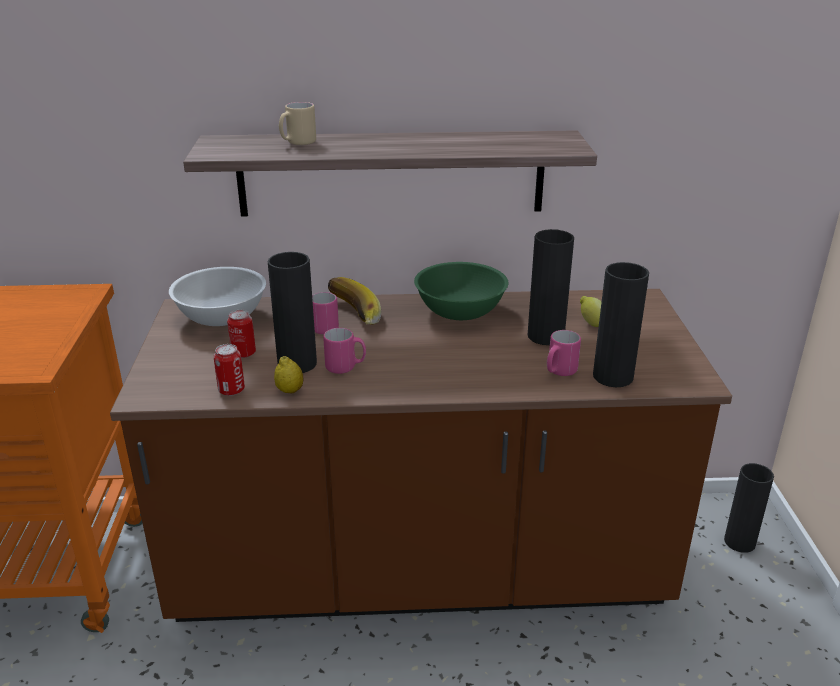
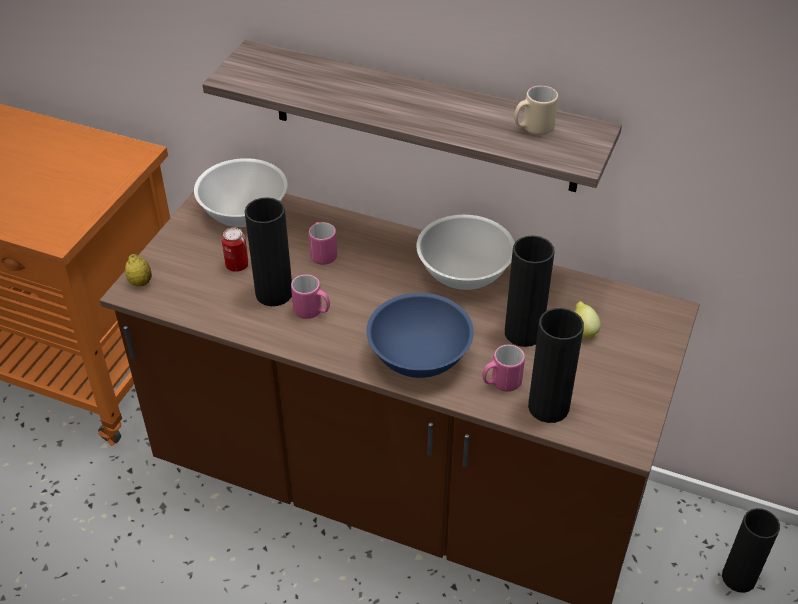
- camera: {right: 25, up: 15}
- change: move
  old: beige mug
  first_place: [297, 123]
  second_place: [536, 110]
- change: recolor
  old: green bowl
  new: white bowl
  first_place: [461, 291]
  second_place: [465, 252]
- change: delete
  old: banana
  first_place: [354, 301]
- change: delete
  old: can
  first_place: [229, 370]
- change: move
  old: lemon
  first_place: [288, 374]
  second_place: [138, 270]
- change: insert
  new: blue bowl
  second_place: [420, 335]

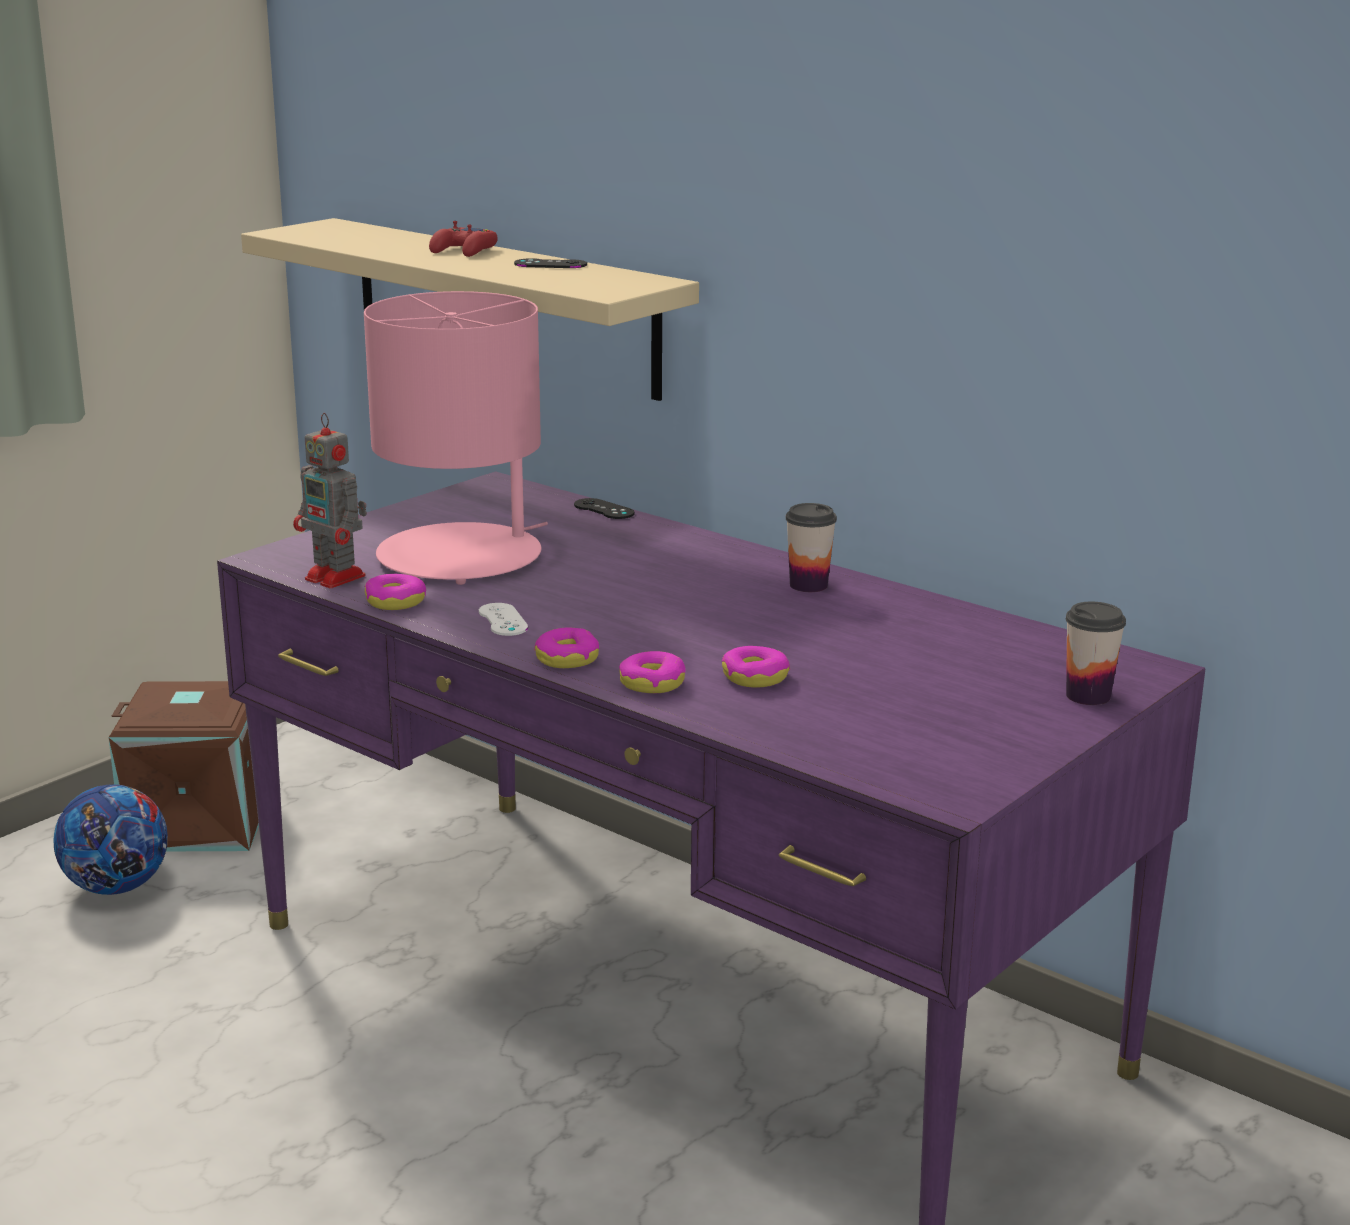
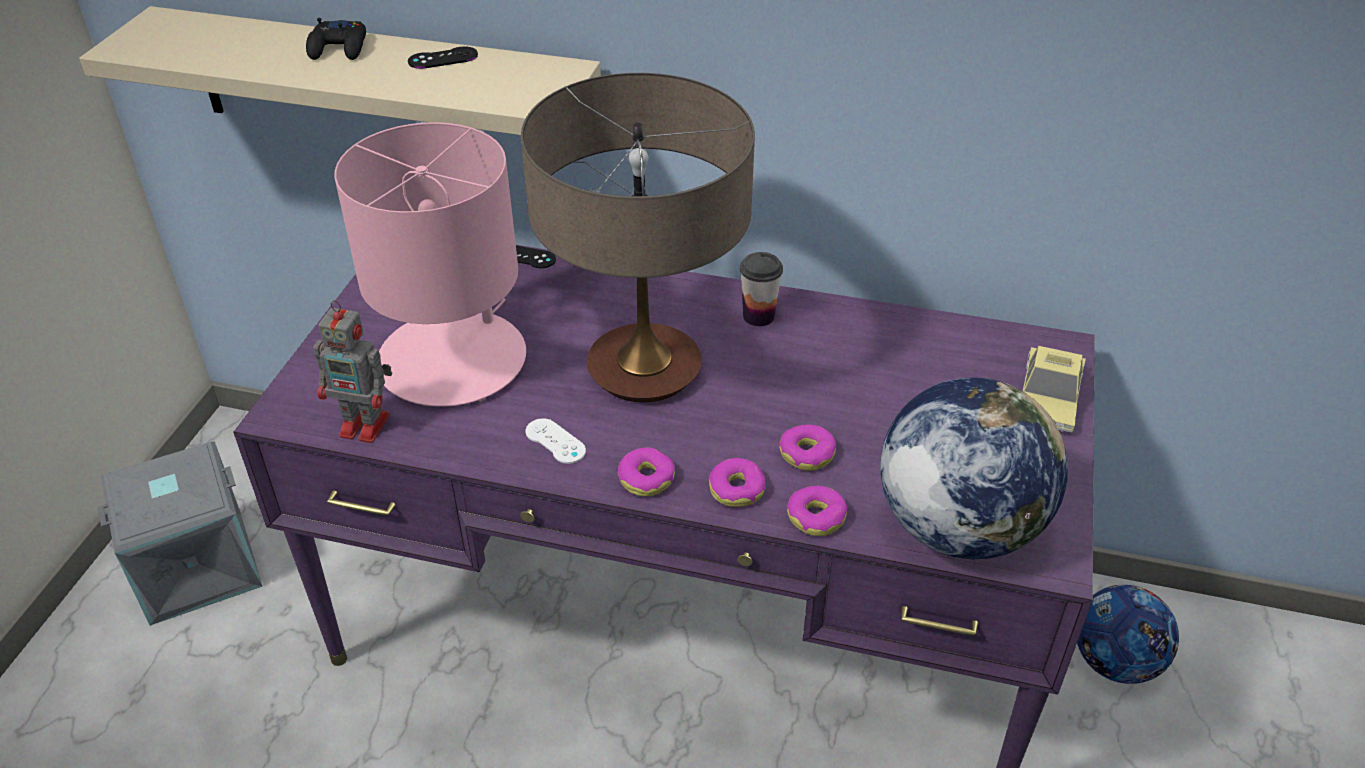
- camera: {right: -25, up: 20}
- change: recolor
  old: red game controller
  new: black game controller
  first_place: [463, 239]
  second_place: [336, 39]
- change: move
  old: donut
  first_place: [395, 592]
  second_place: [817, 511]
- change: replace
  old: cup
  new: toy car
  first_place: [1096, 653]
  second_place: [1054, 389]
- change: recolor
  old: brown storage box
  new: grey storage box
  first_place: [184, 766]
  second_place: [180, 533]
- change: move
  old: football
  first_place: [111, 840]
  second_place: [1128, 634]
- change: insert
  new: table lamp
  second_place: [638, 237]
- change: insert
  new: globe
  second_place: [974, 468]

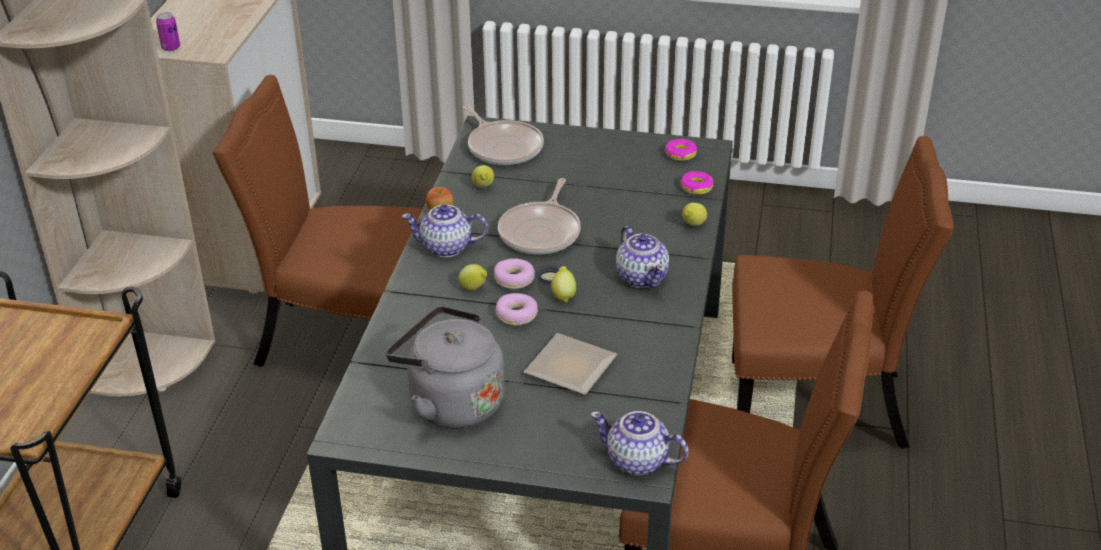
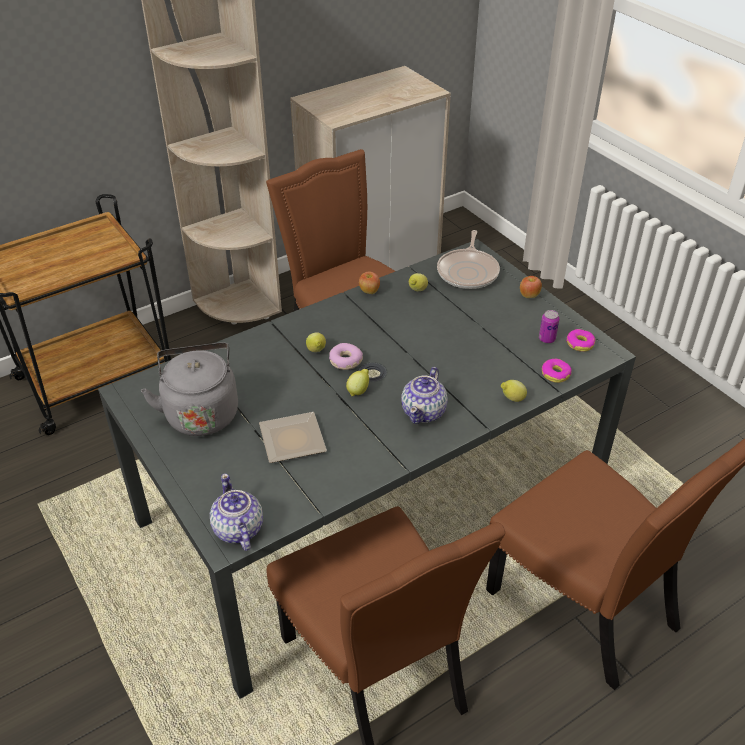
- camera: {right: 45, up: 5}
- change: move
  old: can
  first_place: [168, 31]
  second_place: [549, 326]
- change: delete
  old: frying pan
  first_place: [539, 216]
- change: delete
  old: teapot
  first_place: [445, 231]
- change: delete
  old: donut
  first_place: [516, 309]
- change: insert
  new: apple
  second_place: [531, 287]

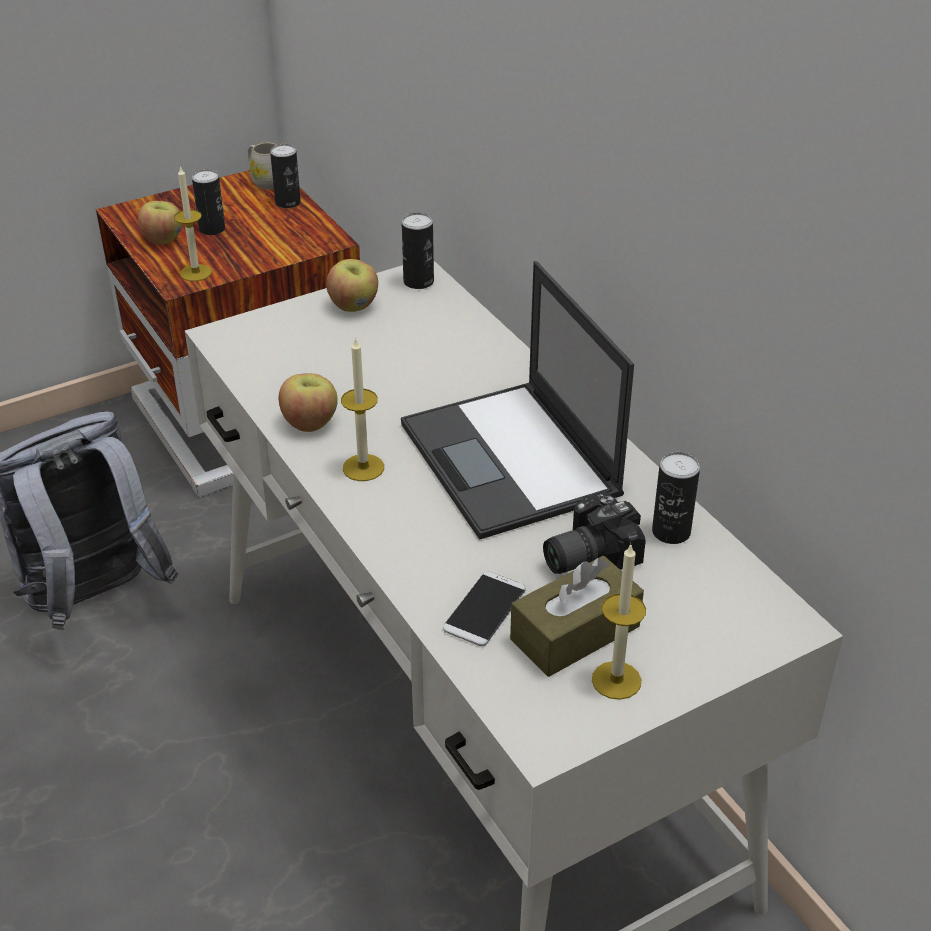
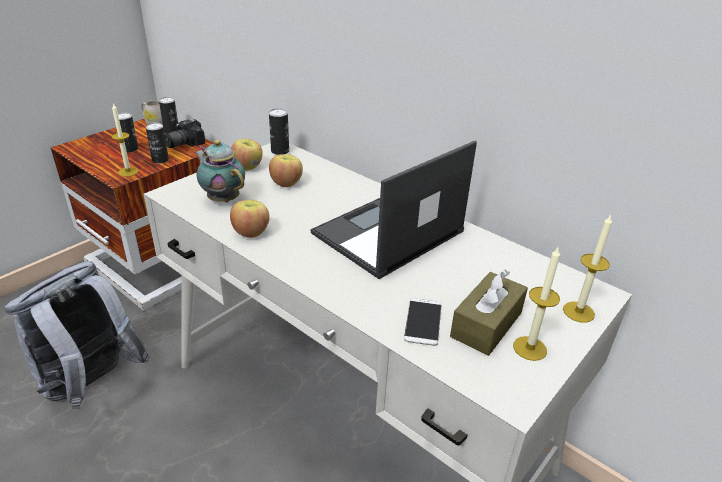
- camera: {right: -20, up: -5}
- change: move
  old: apple
  first_place: [160, 223]
  second_place: [286, 170]
- change: rotate
  old: laptop
  first_place: [517, 400]
  second_place: [393, 209]
  degrees: 90
- change: move
  old: candle
  first_place: [362, 409]
  second_place: [587, 268]
- change: move
  old: can
  first_place: [676, 498]
  second_place: [157, 143]
- change: move
  old: photo camera
  first_place: [594, 532]
  second_place: [185, 133]
- change: insert
  new: teapot
  second_place: [220, 171]

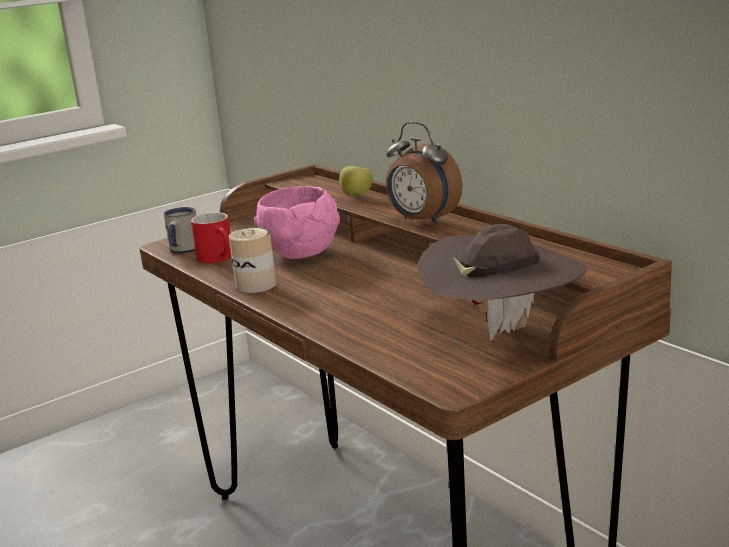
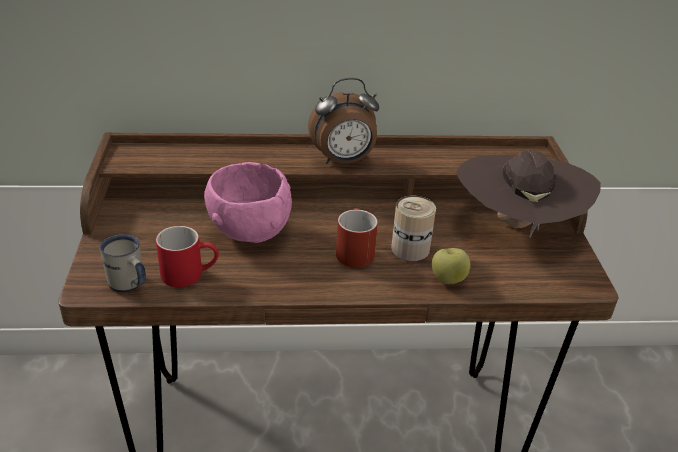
- camera: {right: -60, up: 15}
- change: move
  old: apple
  first_place: [356, 181]
  second_place: [451, 266]
- change: move
  old: can
  first_place: [252, 260]
  second_place: [413, 228]
- change: insert
  new: red mug
  second_place: [357, 238]

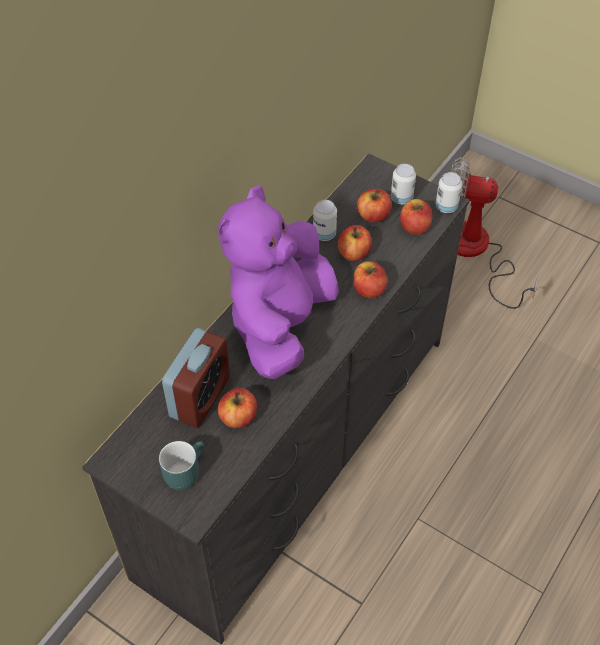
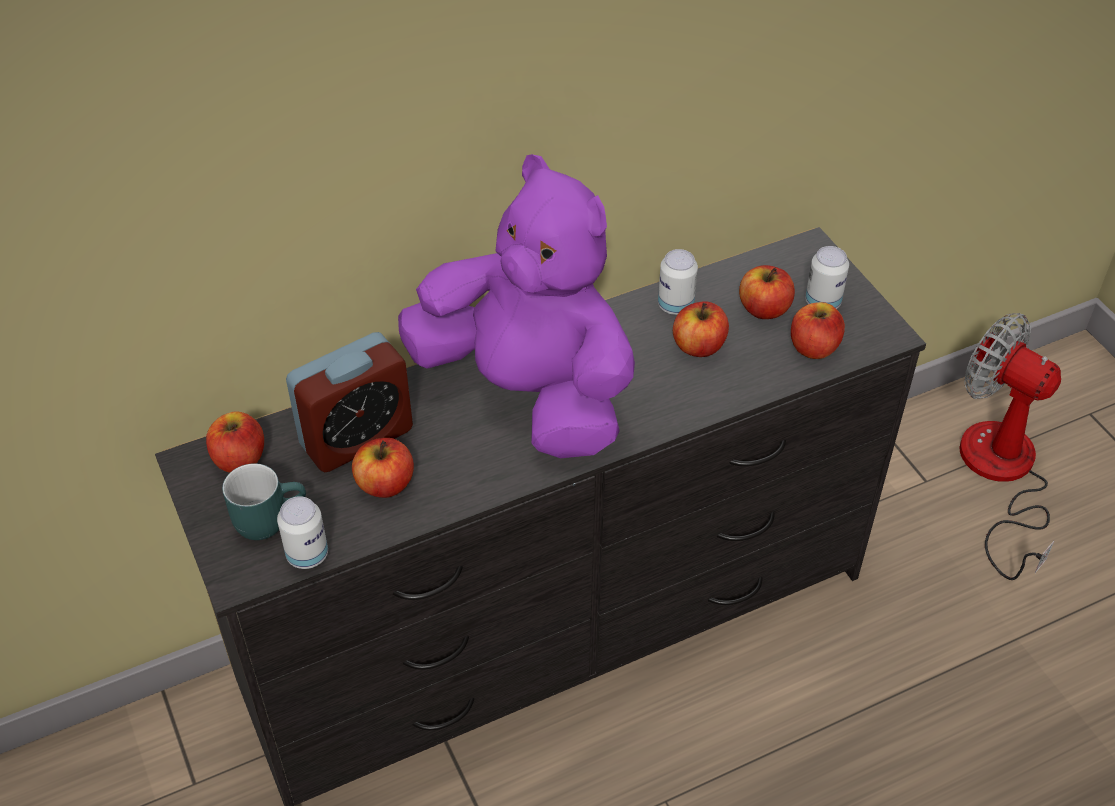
- camera: {right: 30, up: -5}
- change: move
  old: can
  first_place: [448, 192]
  second_place: [302, 532]
- change: rotate
  old: purple plush toy
  first_place: [278, 282]
  second_place: [516, 306]
  degrees: 75
- change: move
  old: apple
  first_place: [370, 279]
  second_place: [235, 442]

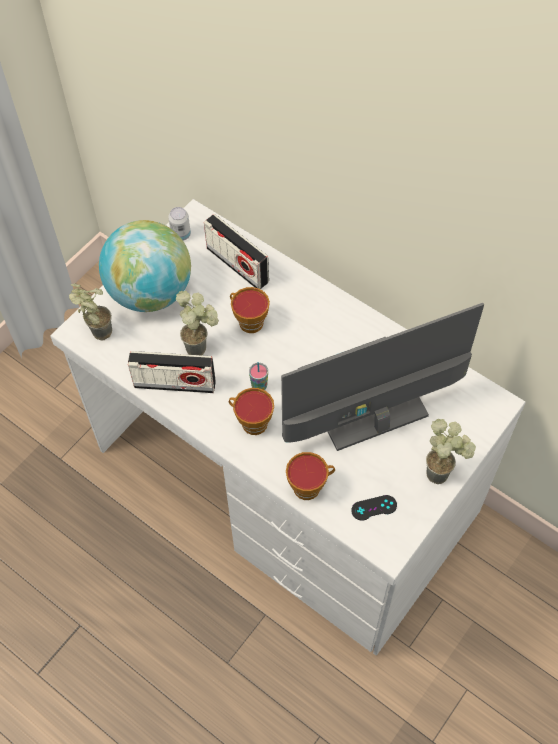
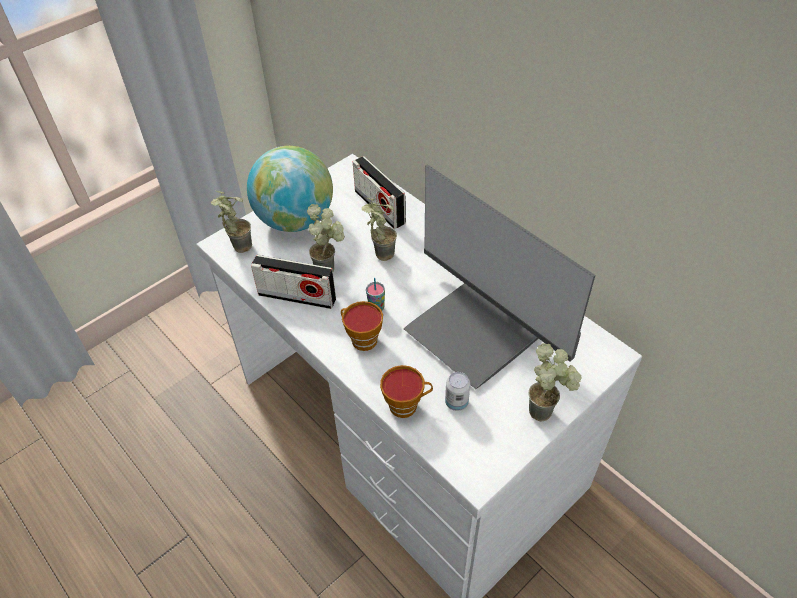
- camera: {right: 10, up: -10}
- change: move
  old: can
  first_place: [179, 224]
  second_place: [457, 391]
- change: replace
  old: cup
  new: potted plant
  first_place: [250, 310]
  second_place: [379, 229]
- change: rotate
  old: monitor
  first_place: [382, 377]
  second_place: [499, 276]
  degrees: -120
- change: delete
  old: black game controller
  first_place: [374, 508]

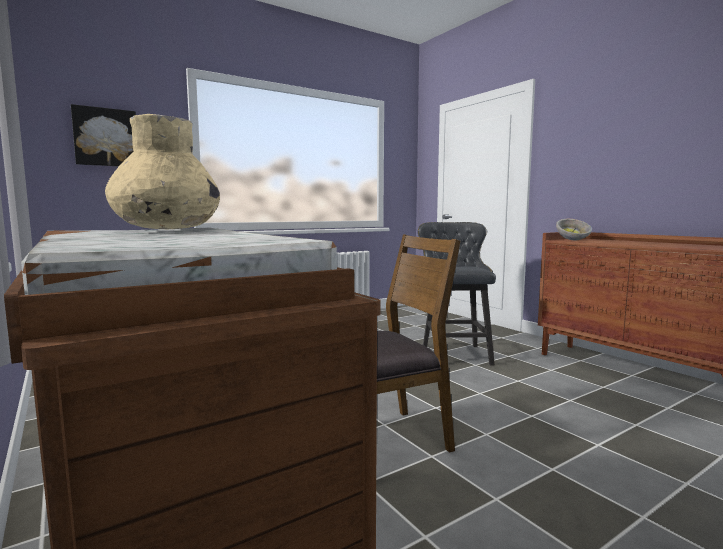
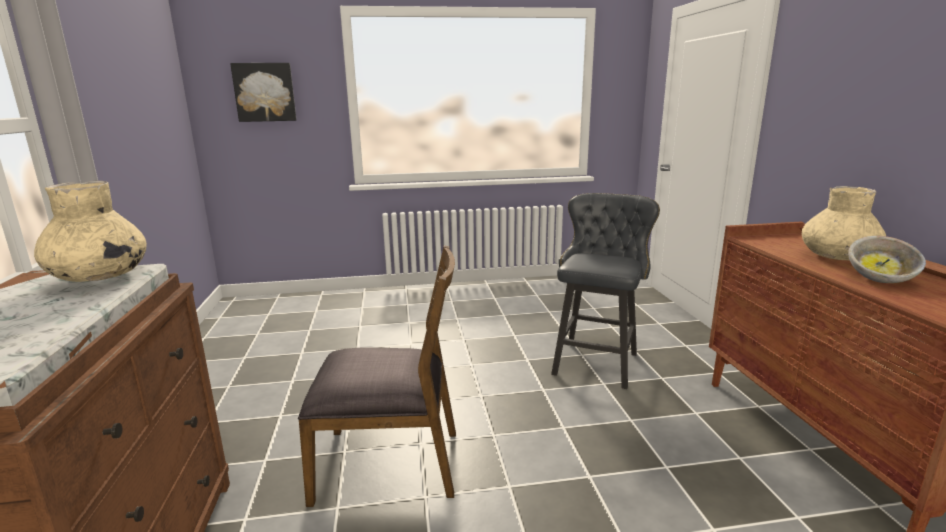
- camera: {right: 25, up: 10}
- change: move
  old: bowl
  first_place: [574, 229]
  second_place: [887, 259]
- change: insert
  new: beige vase
  second_place: [844, 223]

